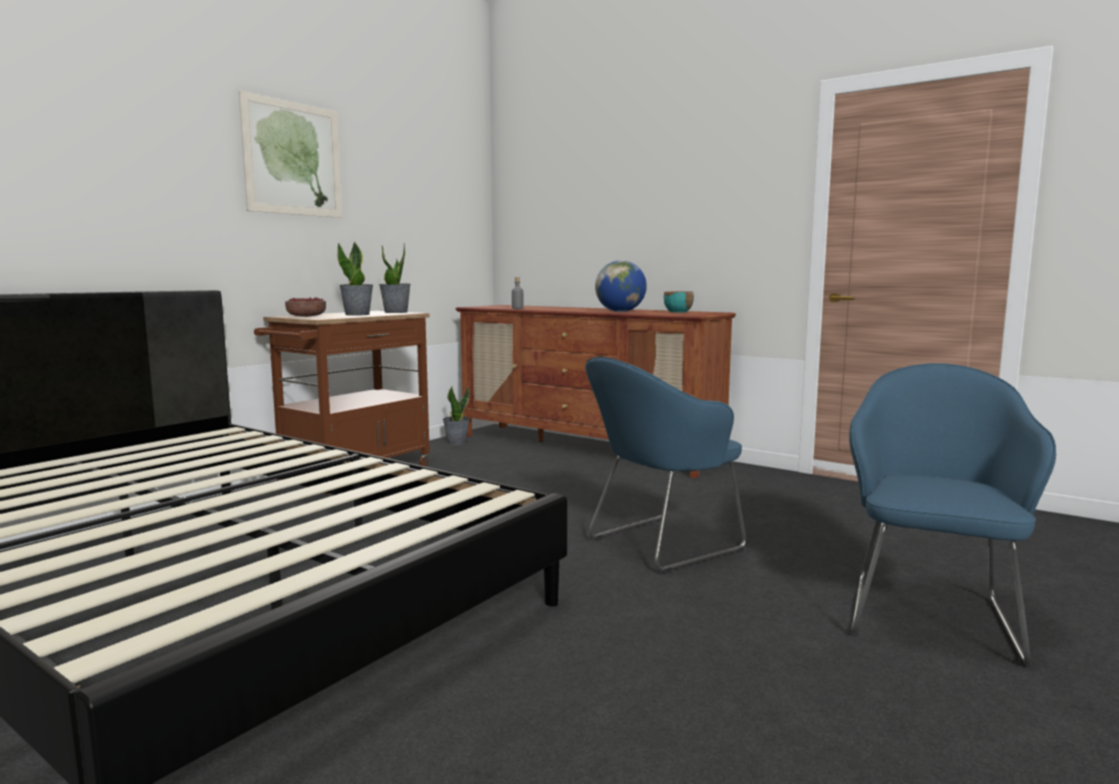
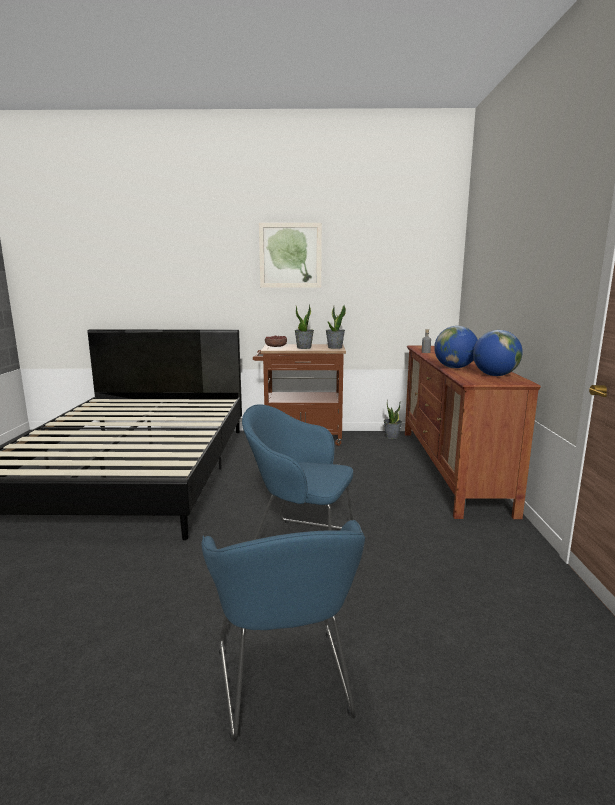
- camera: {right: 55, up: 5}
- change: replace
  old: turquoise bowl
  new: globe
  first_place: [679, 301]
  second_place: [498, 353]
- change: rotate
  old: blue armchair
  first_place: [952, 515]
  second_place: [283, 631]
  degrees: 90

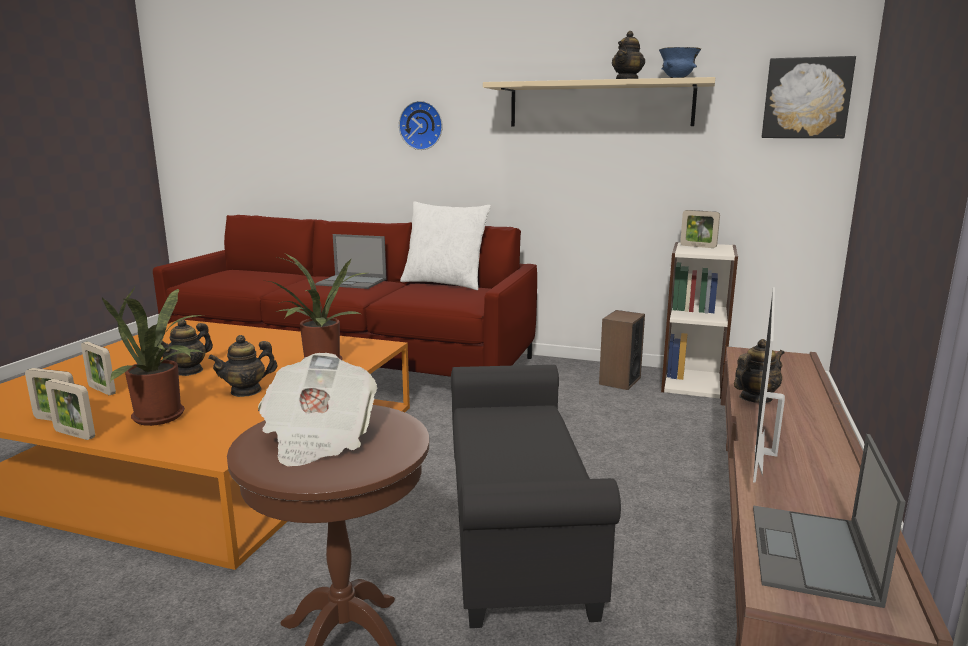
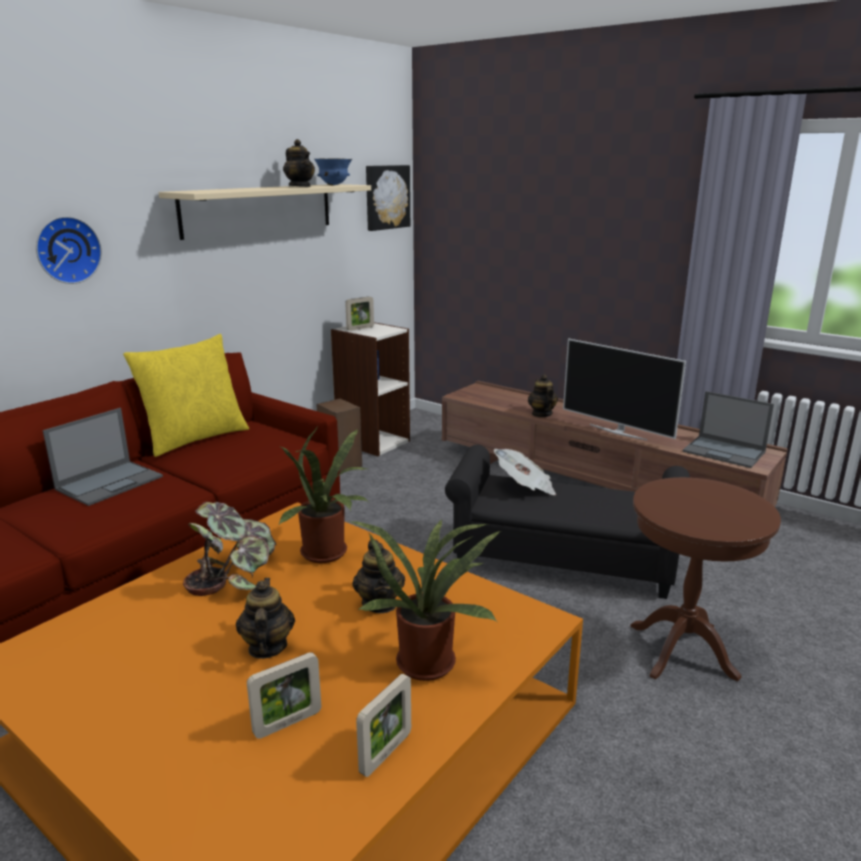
- camera: {right: -70, up: 5}
- change: recolor
  old: white pillow
  new: yellow pillow
  first_place: [445, 245]
  second_place: [186, 395]
- change: rotate
  old: teapot
  first_place: [186, 347]
  second_place: [265, 618]
  degrees: -150
- change: move
  old: newspaper
  first_place: [318, 410]
  second_place: [525, 472]
- change: delete
  old: picture frame
  first_place: [70, 409]
- change: insert
  new: potted plant
  second_place: [229, 549]

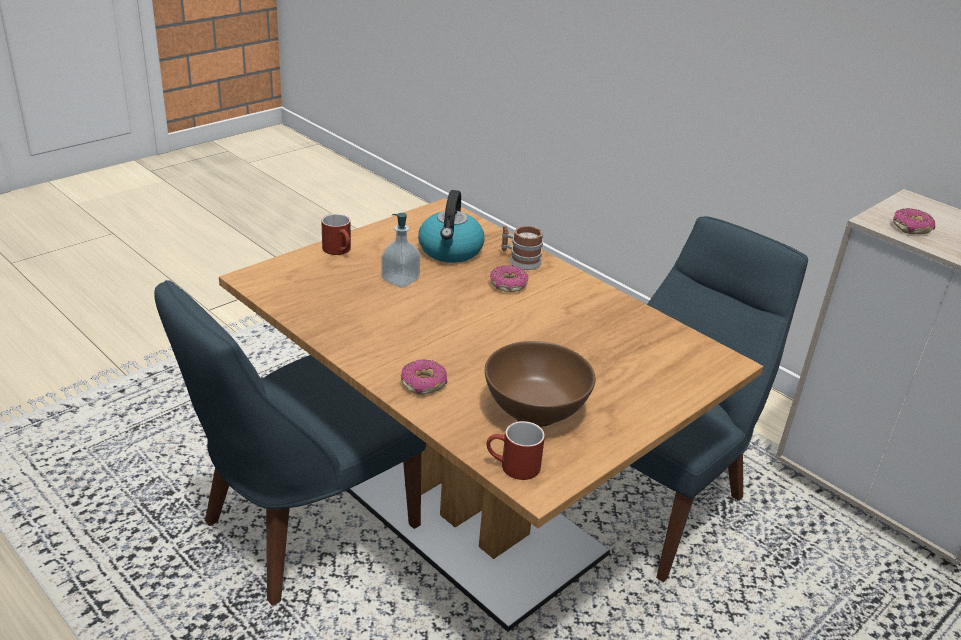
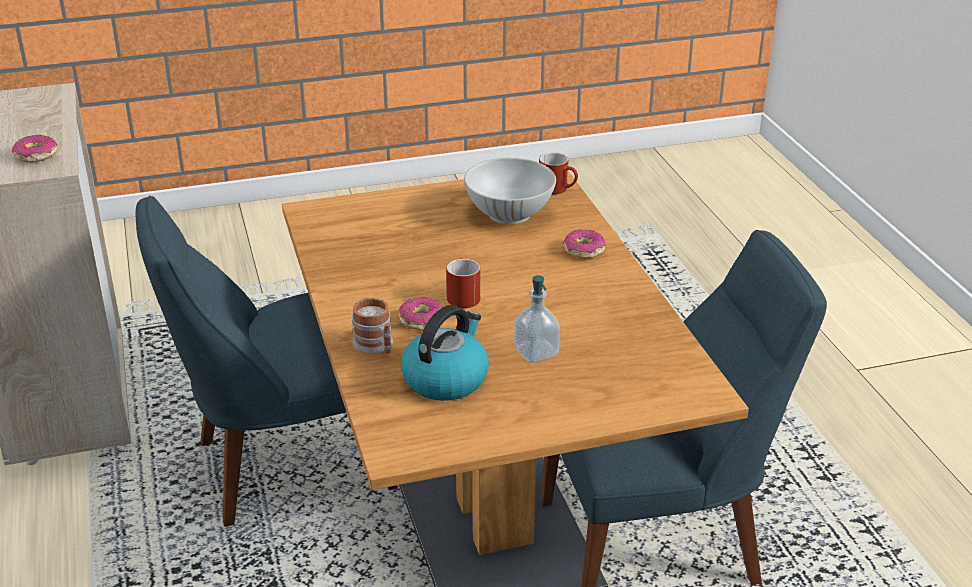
- camera: {right: -150, up: 0}
- change: move
  old: red mug
  first_place: [336, 234]
  second_place: [463, 283]
- change: recolor
  old: brown bowl
  new: white bowl
  first_place: [540, 384]
  second_place: [510, 191]

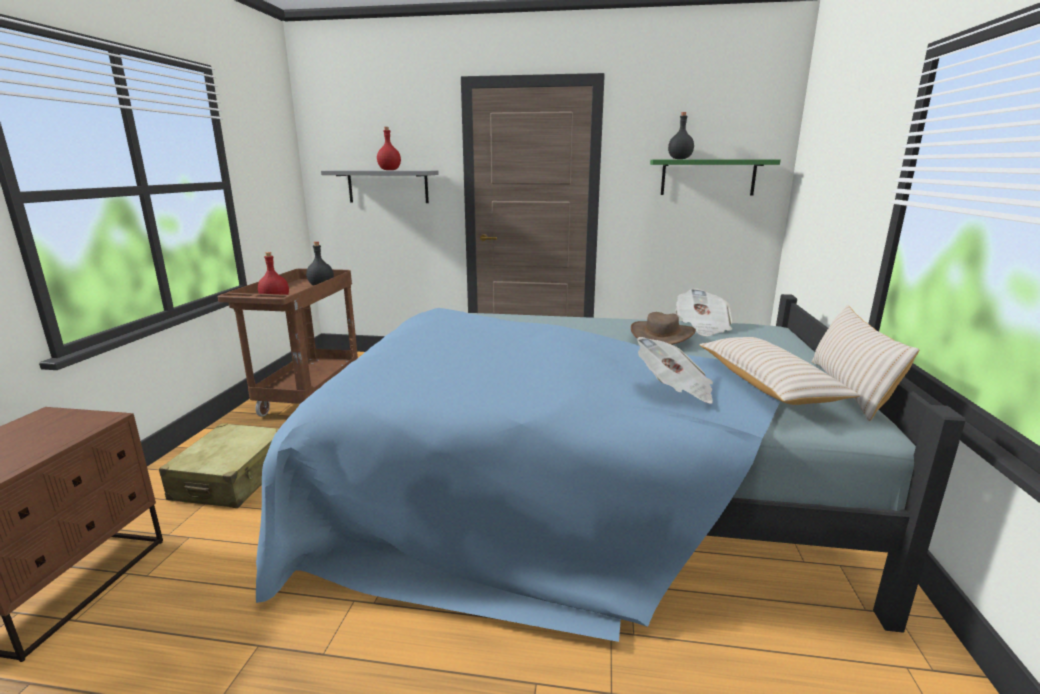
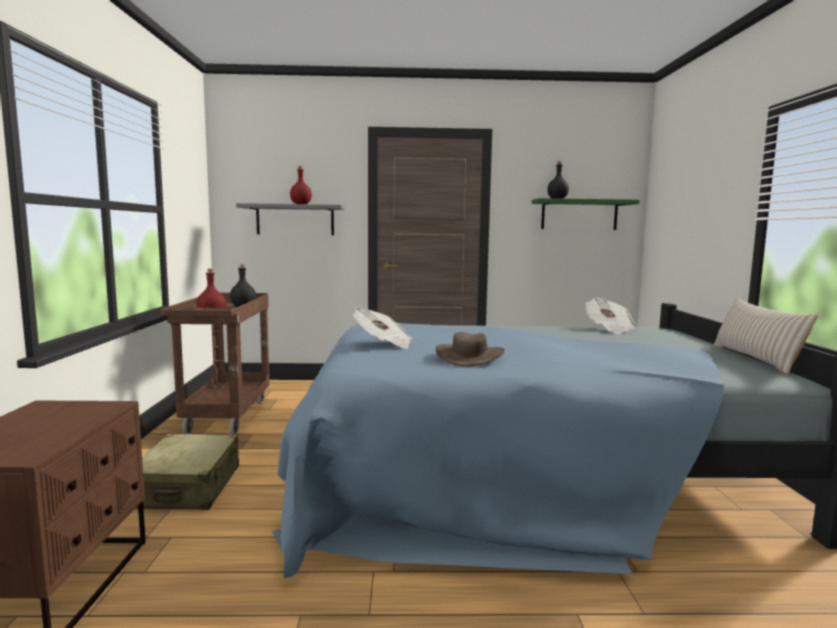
- camera: {right: -10, up: -10}
- change: move
  old: brown hat
  first_place: [663, 328]
  second_place: [470, 349]
- change: move
  old: newspaper
  first_place: [675, 370]
  second_place: [382, 328]
- change: delete
  old: beige pillow
  first_place: [779, 371]

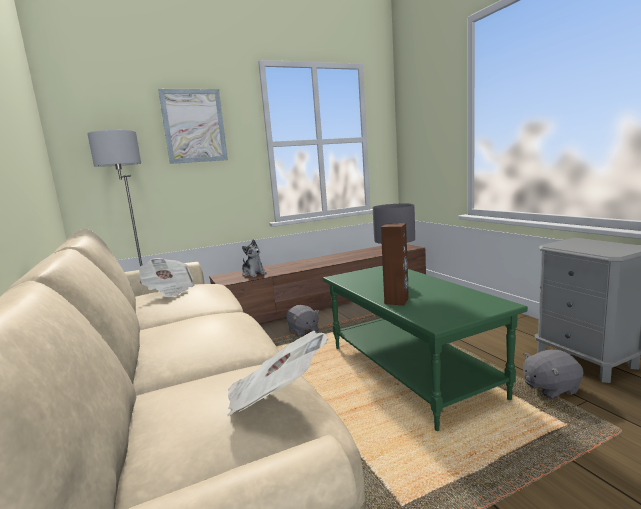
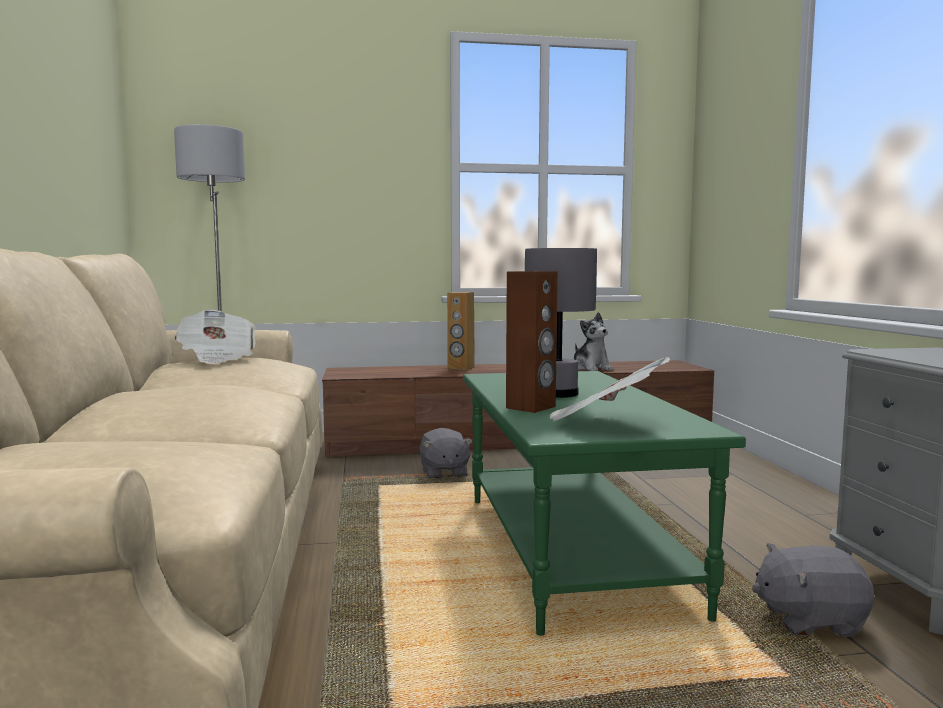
- camera: {right: 15, up: -5}
- change: delete
  old: picture
  first_place: [193, 126]
- change: move
  old: plush toy
  first_place: [254, 258]
  second_place: [593, 341]
- change: move
  old: newspaper
  first_place: [277, 373]
  second_place: [610, 389]
- change: insert
  new: brown speaker
  second_place: [461, 331]

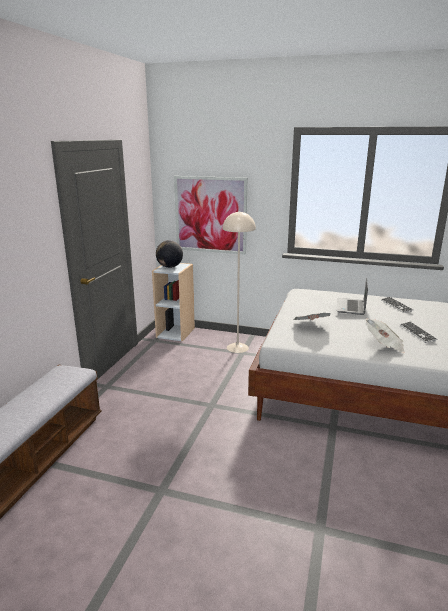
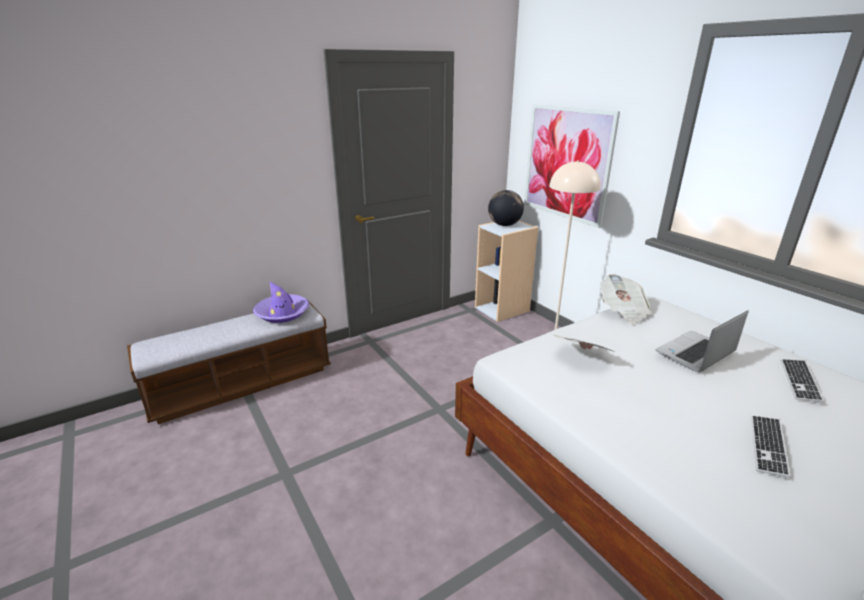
- camera: {right: 40, up: 5}
- change: move
  old: newspaper
  first_place: [385, 335]
  second_place: [626, 299]
- change: insert
  new: purple hat
  second_place: [281, 302]

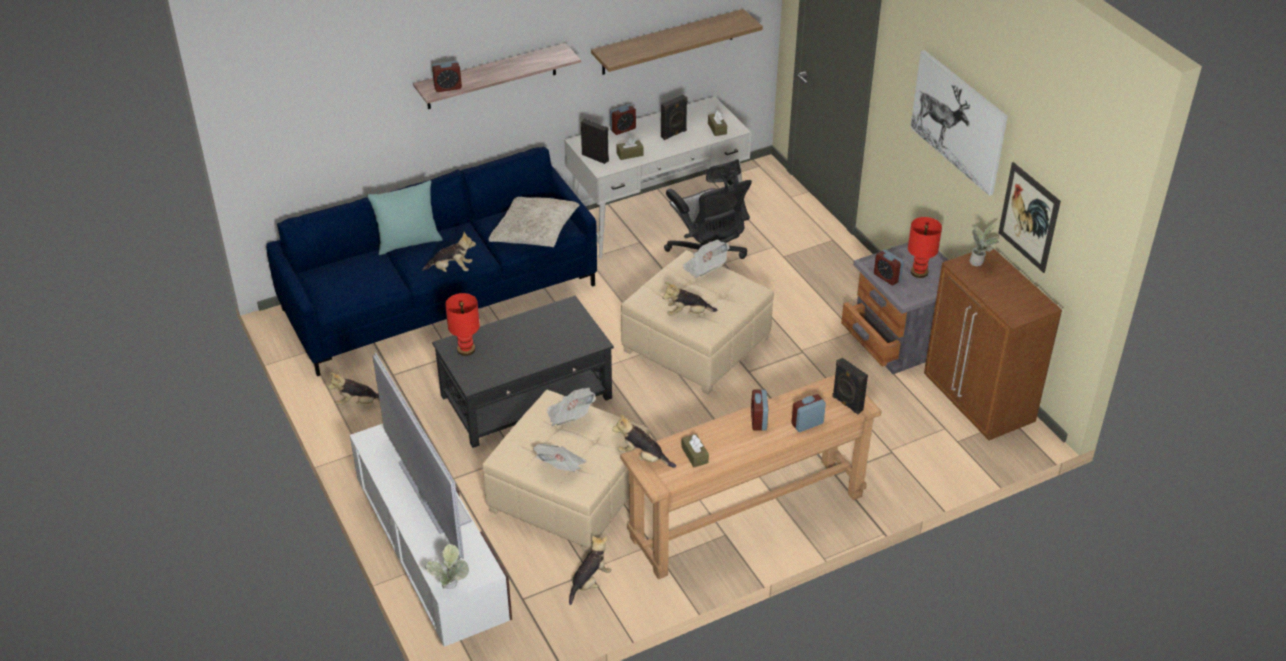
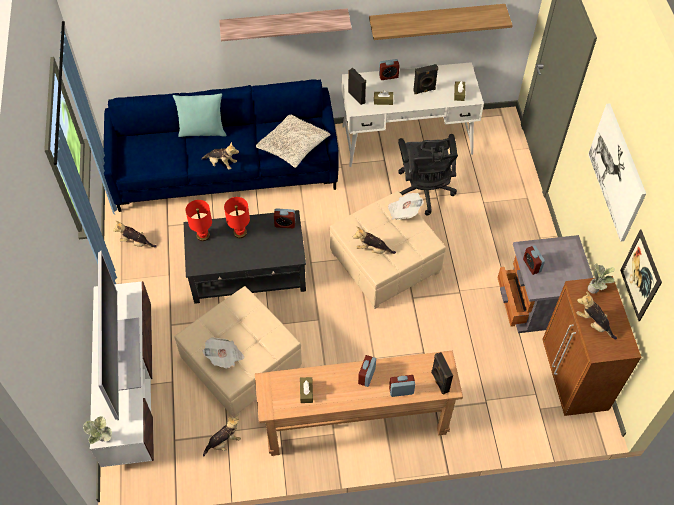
- camera: {right: 20, up: 15}
- change: move
  old: alarm clock
  first_place: [447, 76]
  second_place: [285, 218]
- change: move
  old: red table lamp
  first_place: [925, 247]
  second_place: [237, 217]
- change: delete
  old: newspaper
  first_place: [571, 407]
- change: move
  old: plush toy
  first_place: [644, 441]
  second_place: [597, 315]

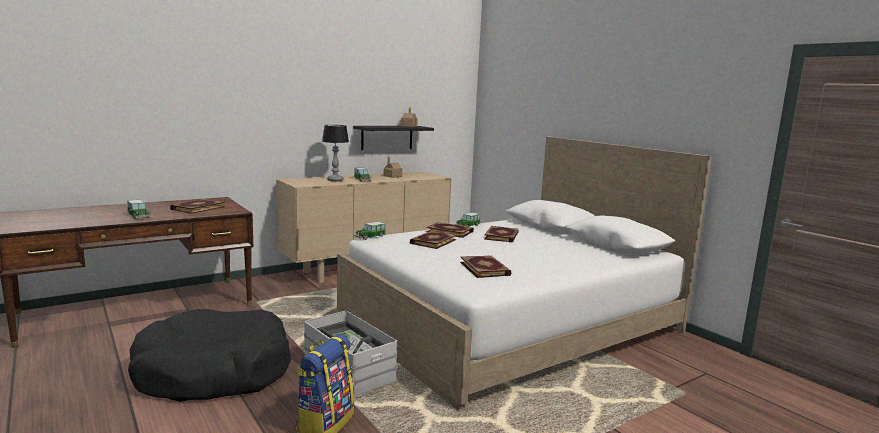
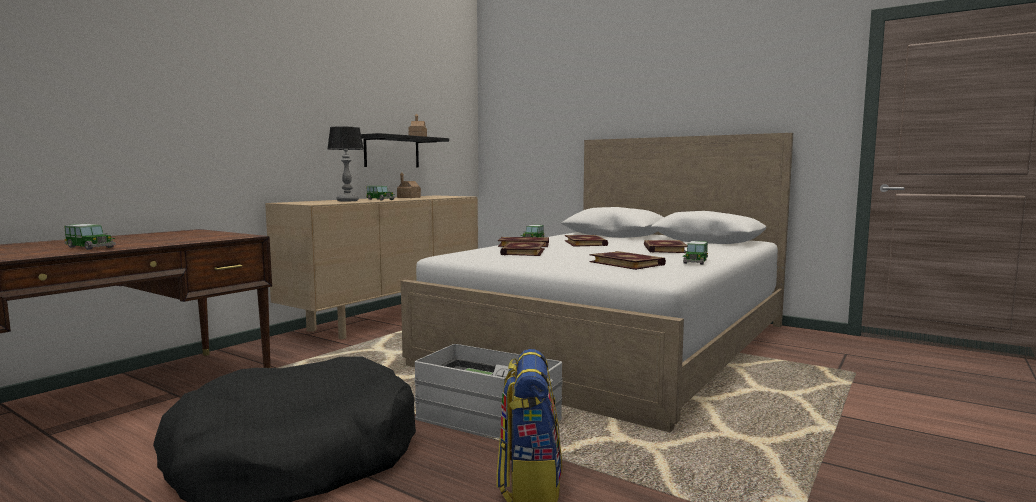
- camera: {right: -20, up: -5}
- change: move
  old: book
  first_place: [197, 206]
  second_place: [665, 246]
- change: move
  old: toy car
  first_place: [370, 231]
  second_place: [695, 253]

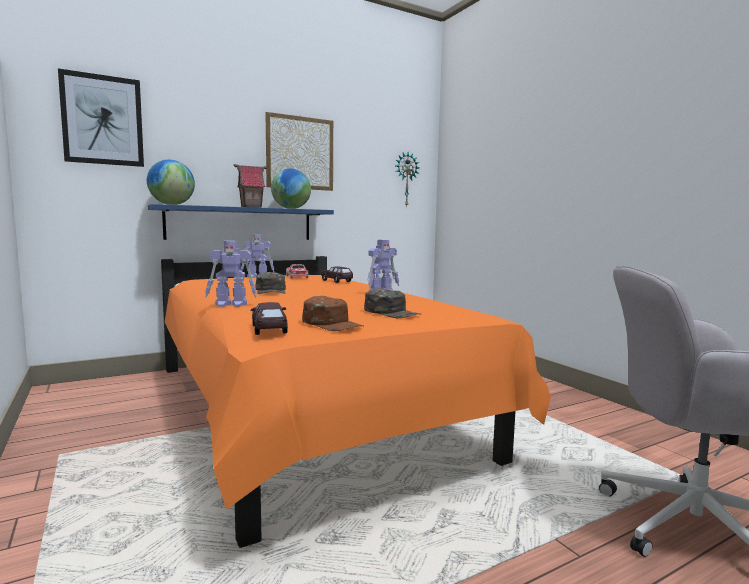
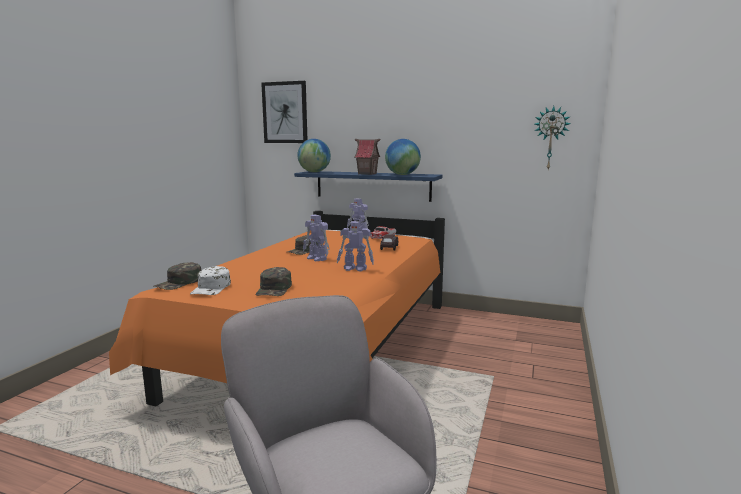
- camera: {right: 50, up: 5}
- change: delete
  old: picture
  first_place: [299, 151]
- change: move
  old: toy robot
  first_place: [231, 274]
  second_place: [316, 238]
- change: recolor
  old: brown cap
  new: white cap
  first_place: [332, 313]
  second_place: [210, 280]
- change: replace
  old: brown toy car
  new: green cap
  first_place: [269, 318]
  second_place: [177, 276]

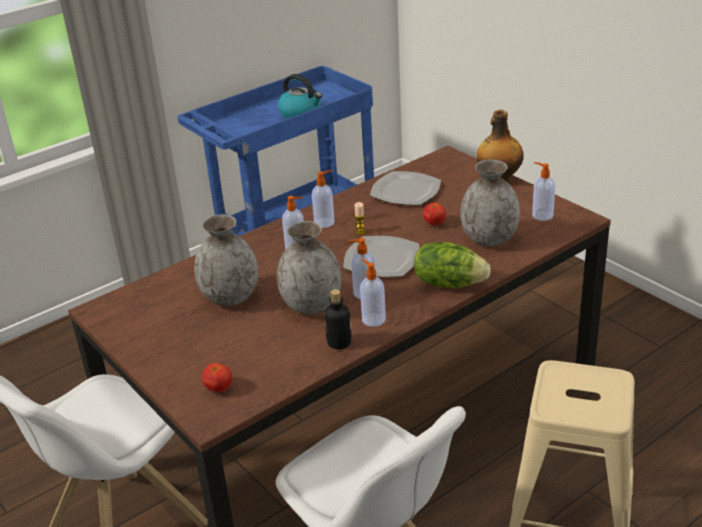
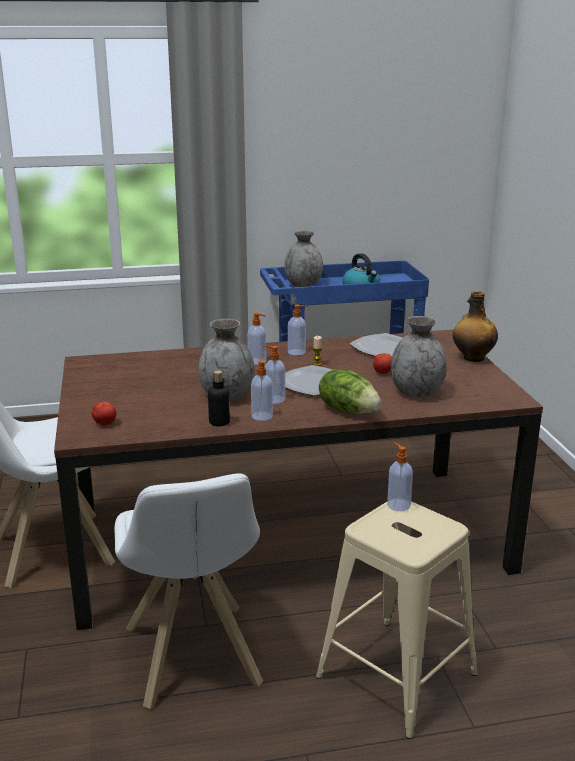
- camera: {right: 25, up: -10}
- change: move
  old: soap dispenser
  first_place: [543, 191]
  second_place: [400, 476]
- change: move
  old: grey vase
  first_place: [226, 260]
  second_place: [304, 258]

